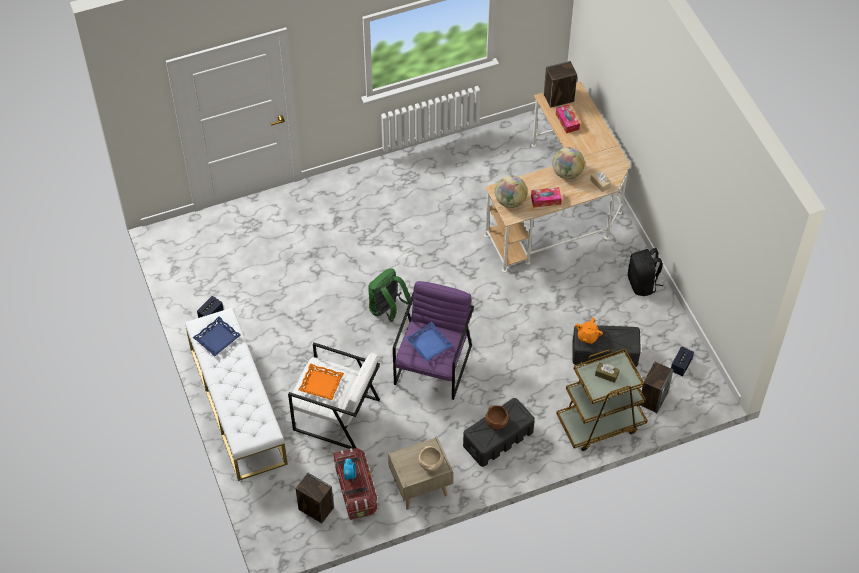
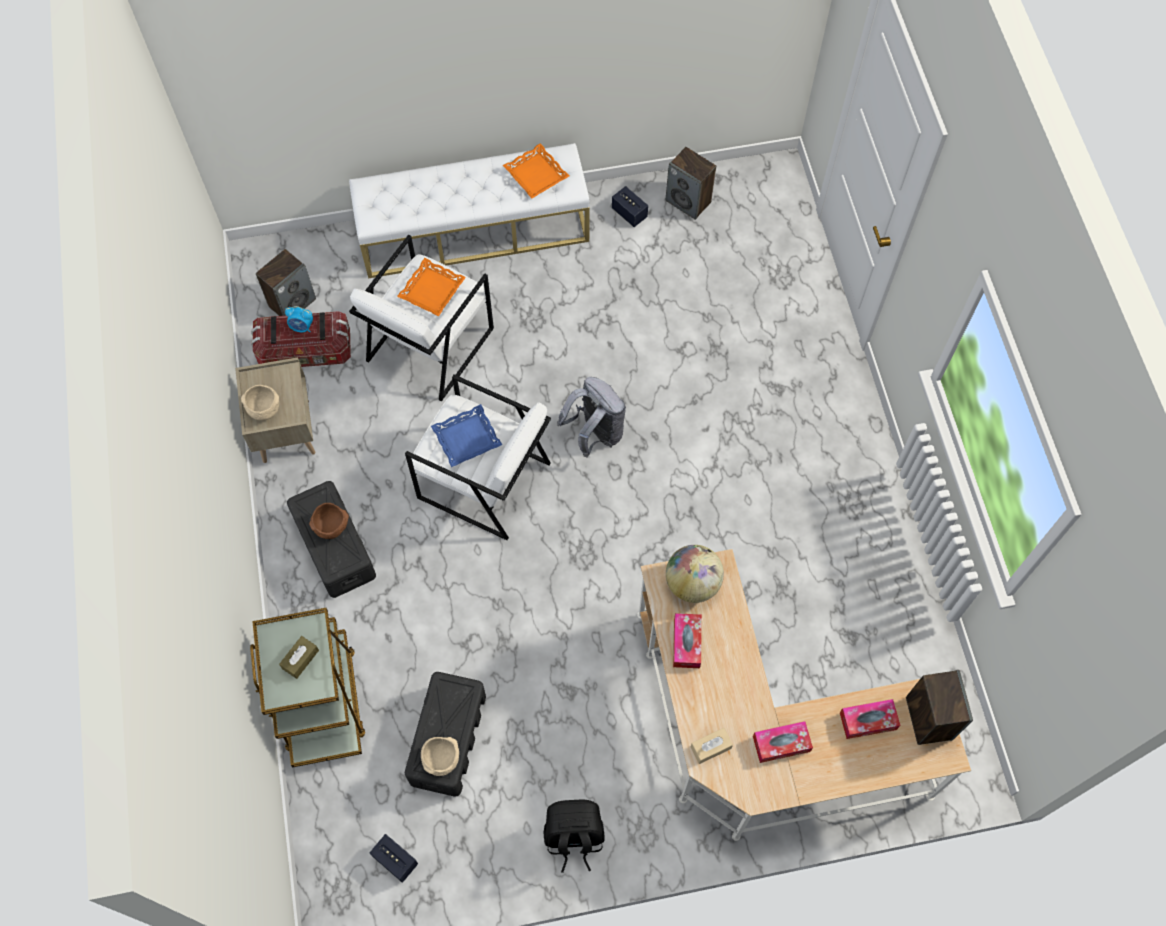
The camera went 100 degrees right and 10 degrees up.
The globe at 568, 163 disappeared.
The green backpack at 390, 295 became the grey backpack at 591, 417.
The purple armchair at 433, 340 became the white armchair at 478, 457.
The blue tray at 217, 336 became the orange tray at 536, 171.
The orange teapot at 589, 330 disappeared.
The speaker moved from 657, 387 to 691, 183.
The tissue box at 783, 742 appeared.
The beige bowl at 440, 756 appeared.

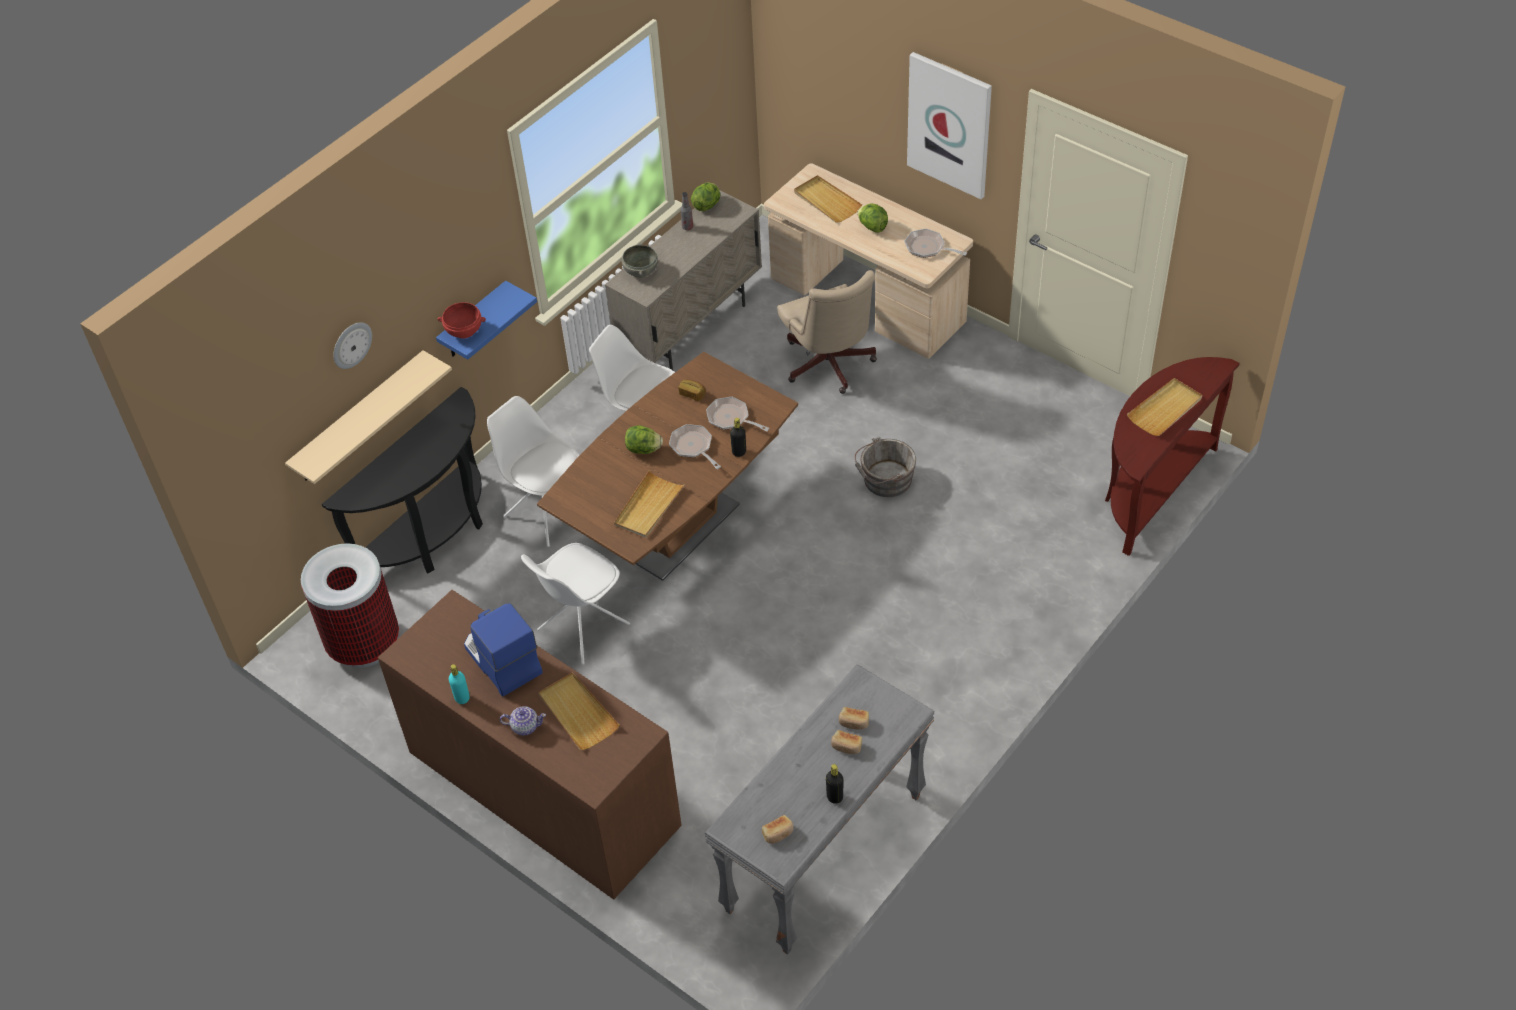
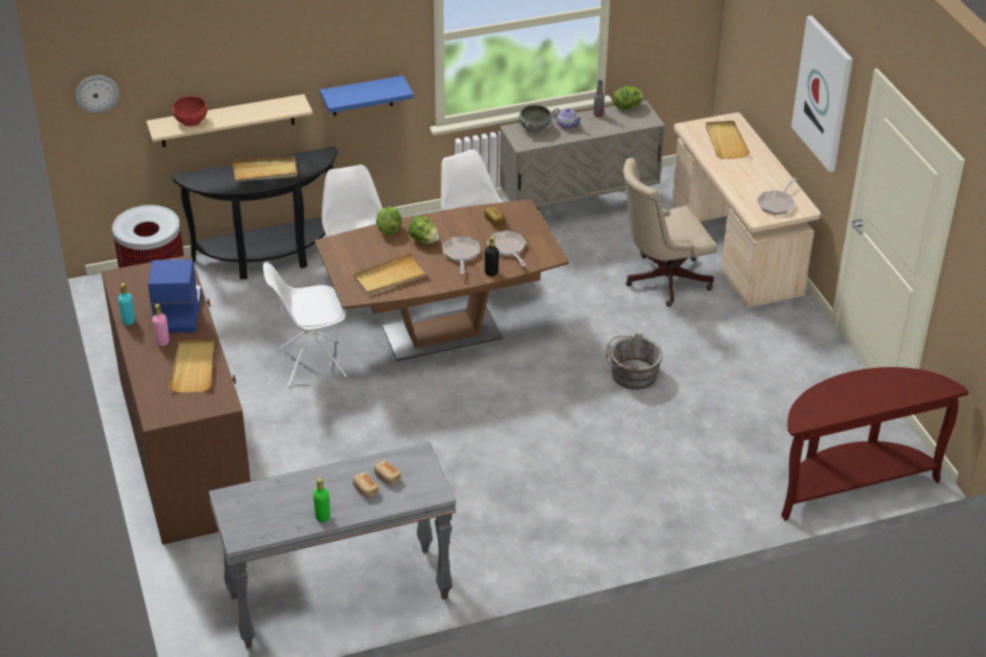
The camera went 30 degrees right and 10 degrees down.
The lettuce moved from 872, 218 to 389, 221.
The frying pan at 935, 243 turned 120 degrees counterclockwise.
The beige office chair at 827, 332 turned 60 degrees clockwise.
The red bowl moved from 462, 320 to 189, 111.
The wall clock moved from 352, 345 to 97, 94.
The beige tray moved from 1164, 407 to 265, 168.
The teapot moved from 523, 721 to 567, 118.
The black bottle at 835, 784 became the green bottle at 321, 500.
The bread at 777, 829 disappeared.
The pink bottle at 160, 325 appeared.

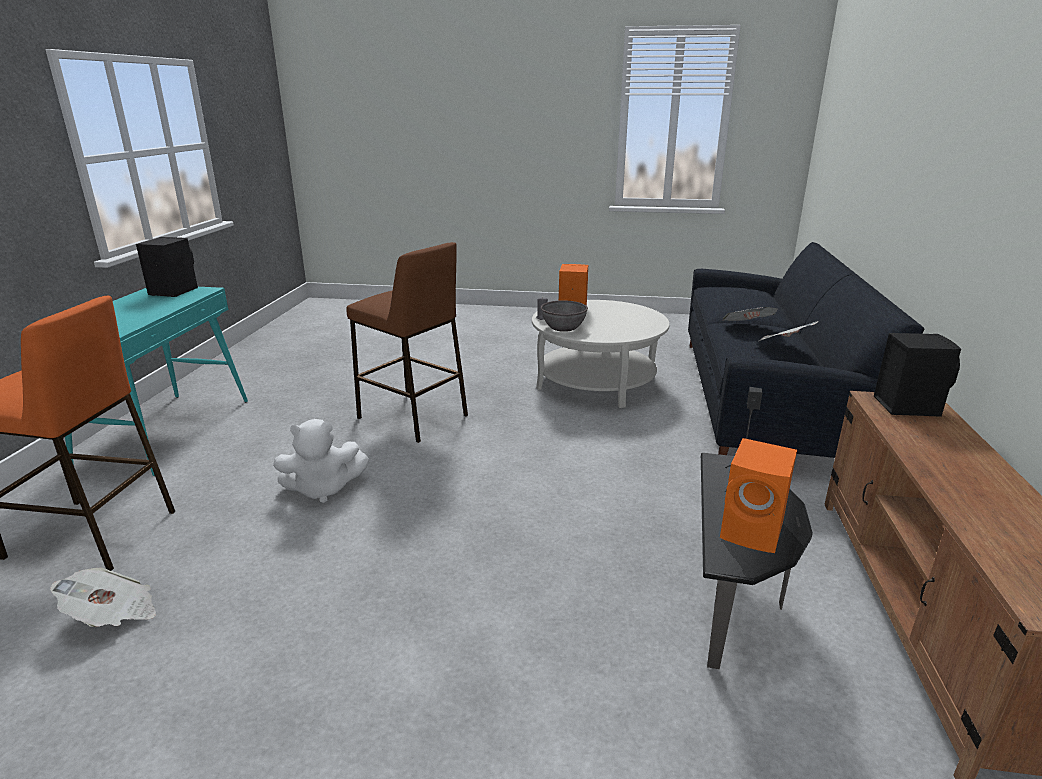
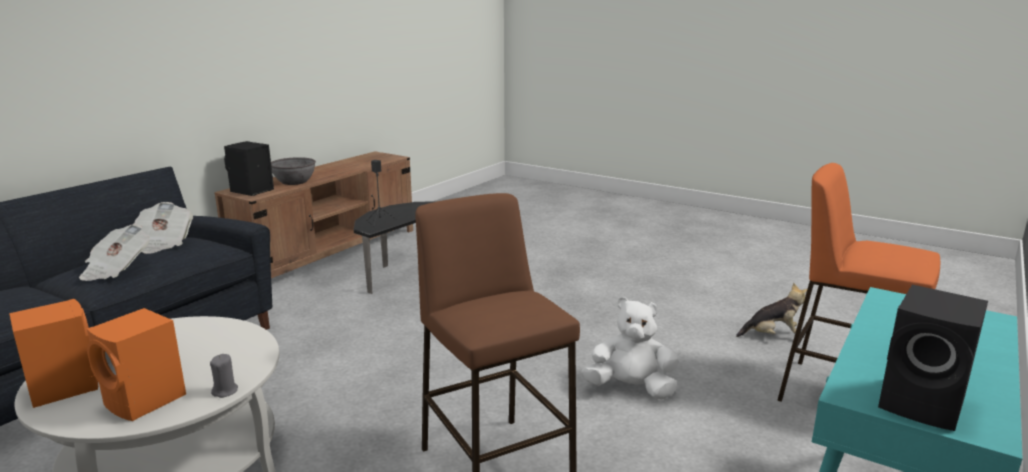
The camera went 155 degrees left and 5 degrees down.
The grey bowl moved from 564, 316 to 293, 171.
The orange speaker moved from 758, 495 to 53, 353.
The newspaper at 103, 597 was replaced by the plush toy at 771, 310.

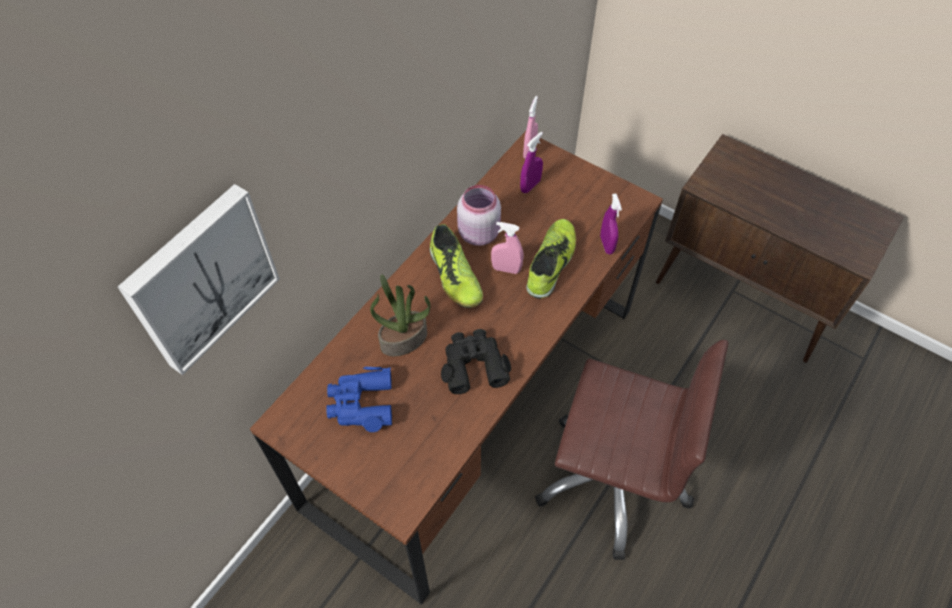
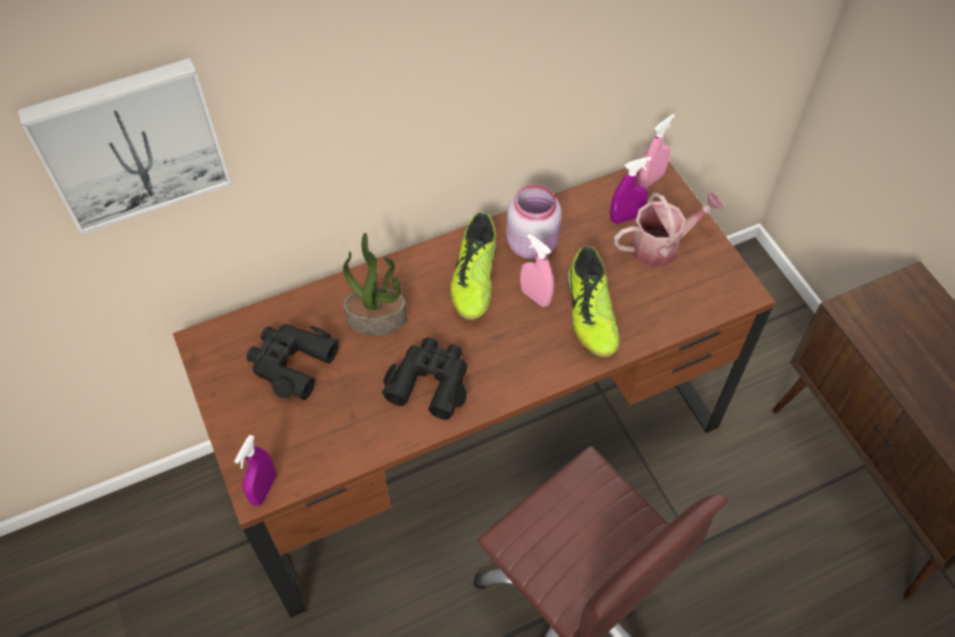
The camera went 30 degrees right and 0 degrees up.
The purple spray bottle moved from 611, 224 to 255, 470.
The shoe at 551, 259 turned 120 degrees clockwise.
The blue binoculars at 359, 399 became the black binoculars at 292, 362.
The watering can at 669, 229 appeared.

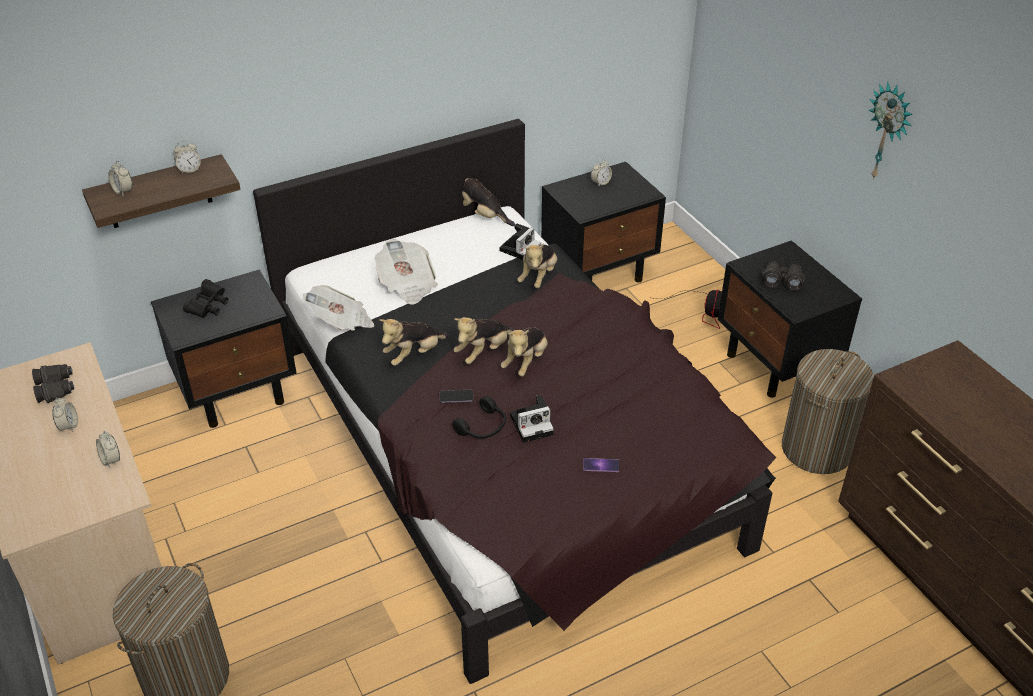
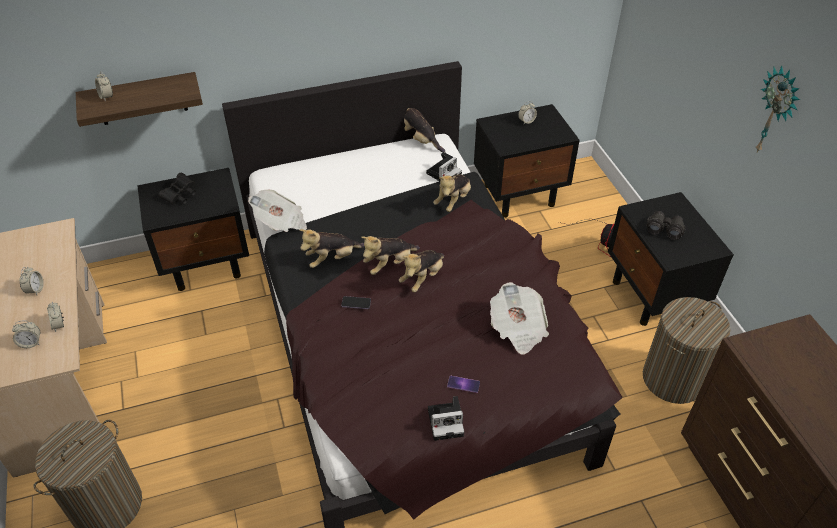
The camera went 10 degrees right and 5 degrees up.
The alarm clock moved from 187, 157 to 26, 334.
The newspaper moved from 406, 272 to 519, 318.
The black binoculars at 53, 383 disappeared.
The photo camera moved from 532, 419 to 446, 418.
The black headphones at 479, 417 disappeared.

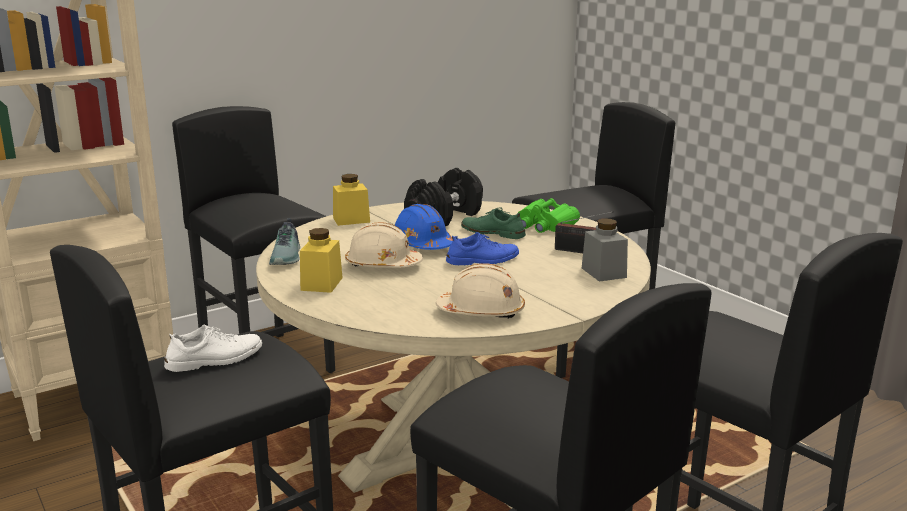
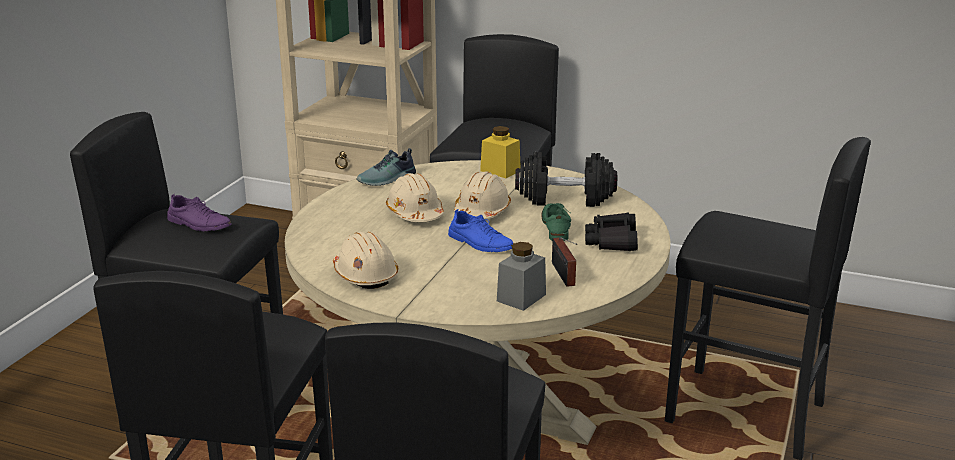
The camera went 55 degrees right and 5 degrees up.
The green binoculars at 549, 215 became the black binoculars at 611, 232.
The blue hard hat at 424, 227 became the beige hard hat at 482, 195.
The yellow jar at 321, 260 disappeared.
The white shoe at 213, 348 became the purple shoe at 199, 212.

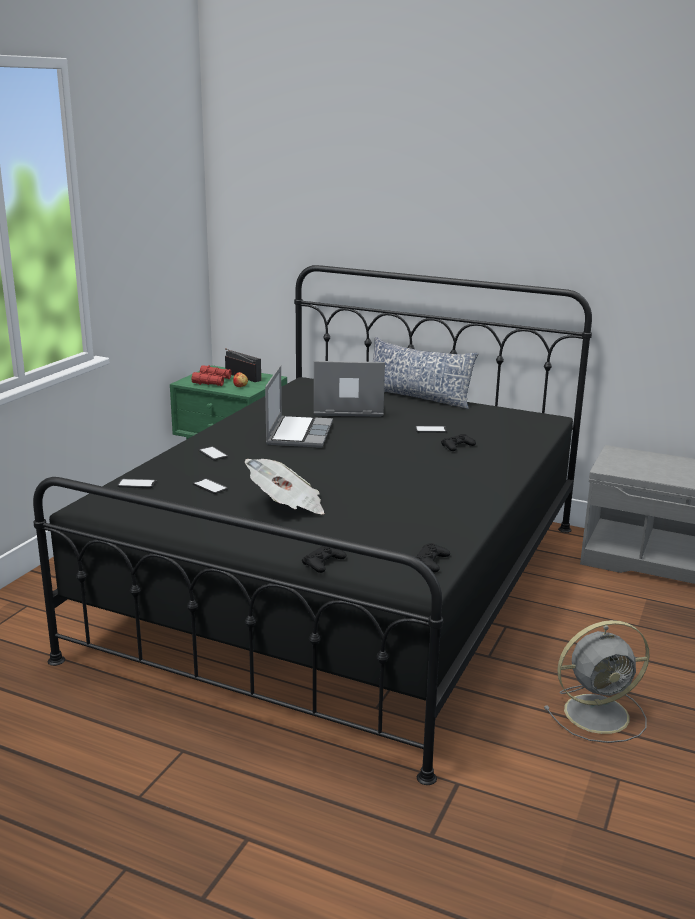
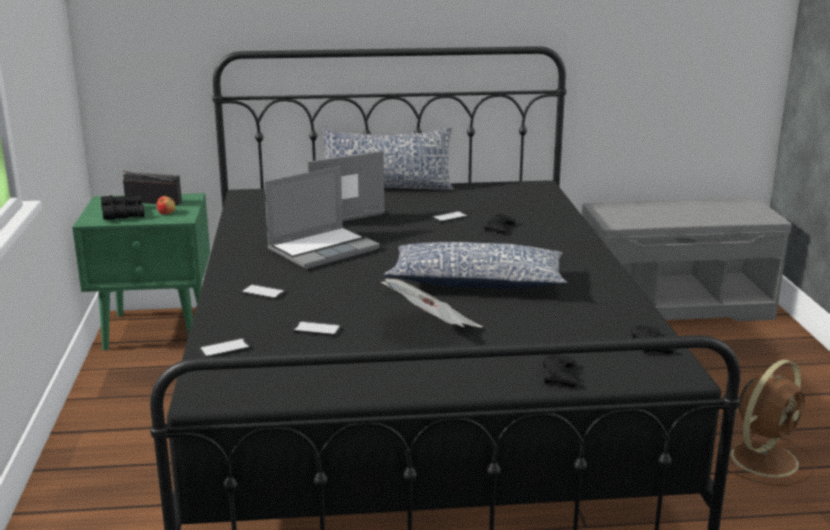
The camera went 30 degrees left and 0 degrees up.
The red binoculars at 211, 375 became the black binoculars at 122, 207.
The laptop at 299, 406 turned 75 degrees clockwise.
The grey fan at 597, 681 became the brown fan at 772, 423.
The pillow at 475, 265 appeared.

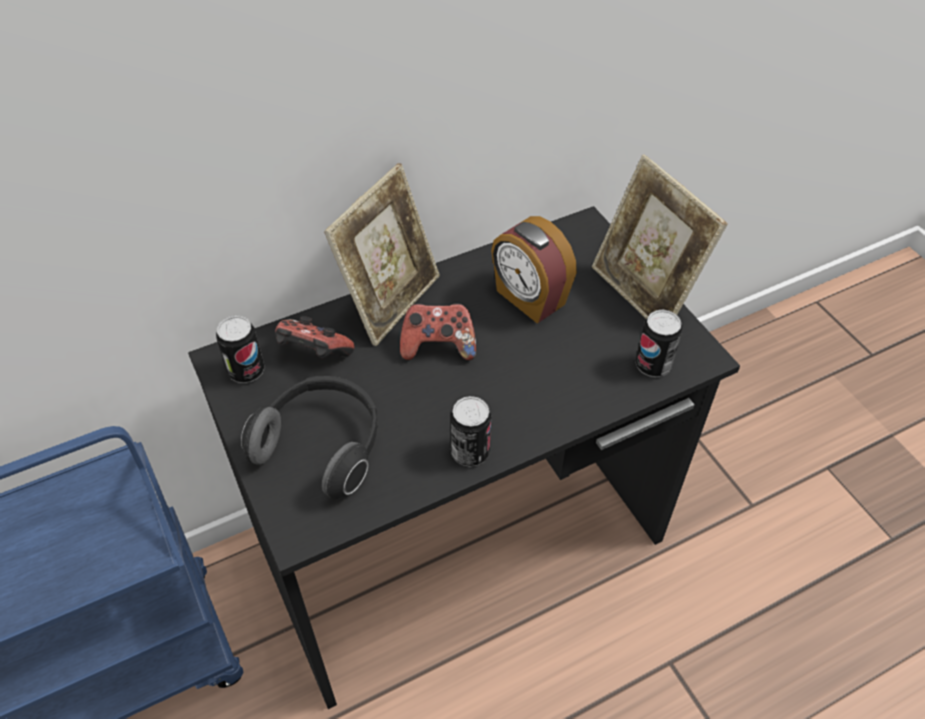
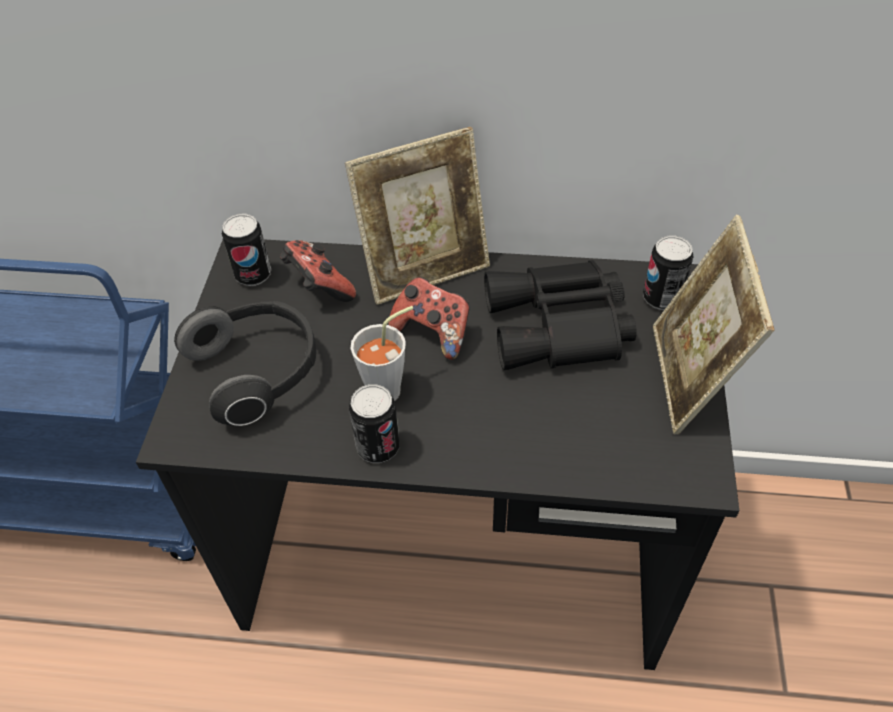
The camera went 35 degrees right and 0 degrees up.
The alarm clock at 534, 270 was replaced by the black binoculars at 560, 315.
The can moved from 658, 343 to 668, 273.
The grey cup at 381, 353 appeared.

